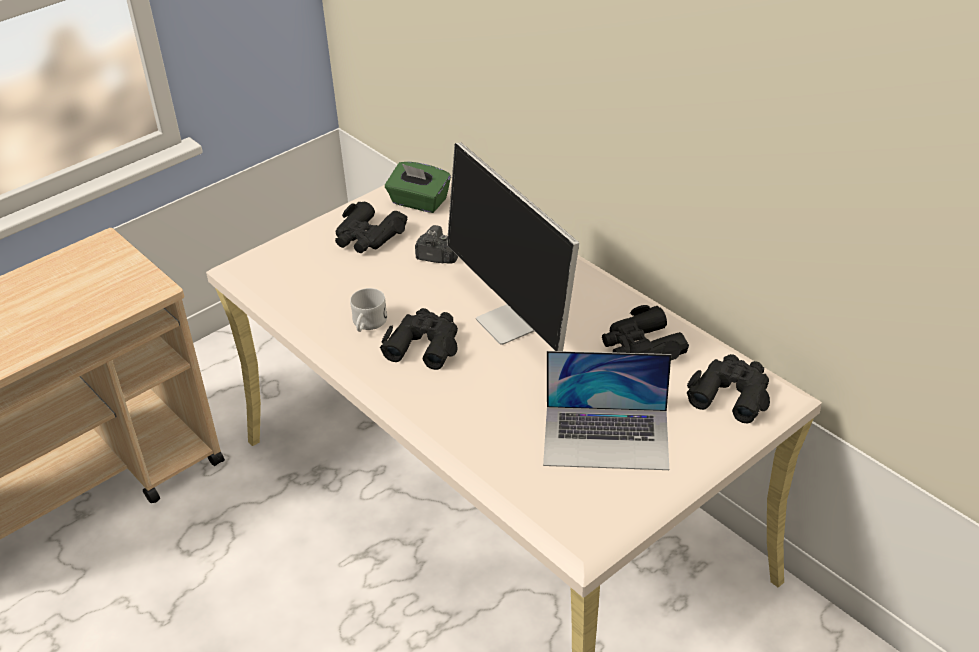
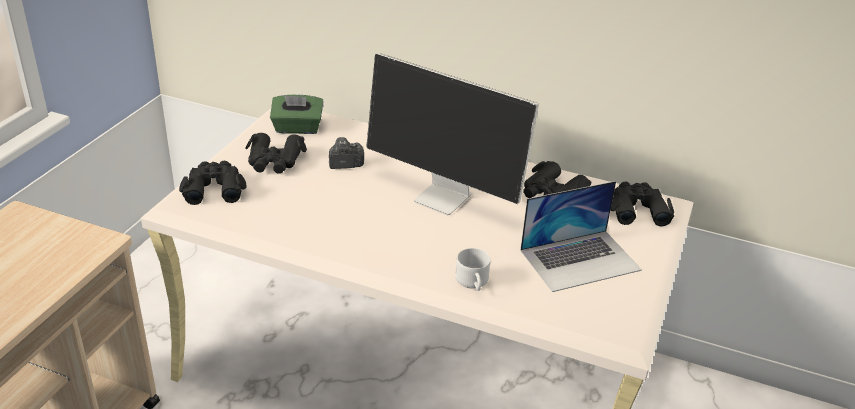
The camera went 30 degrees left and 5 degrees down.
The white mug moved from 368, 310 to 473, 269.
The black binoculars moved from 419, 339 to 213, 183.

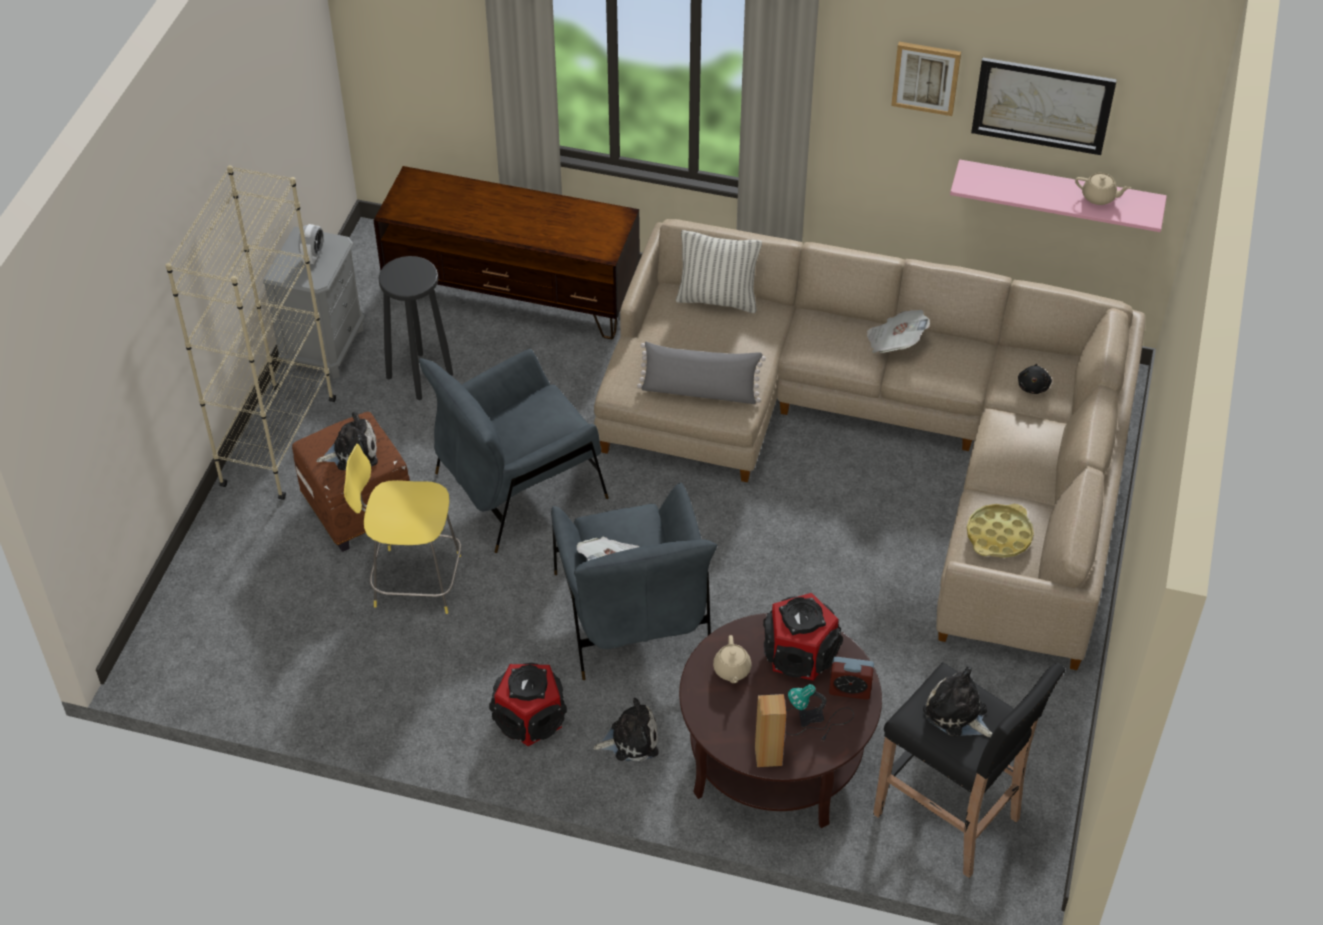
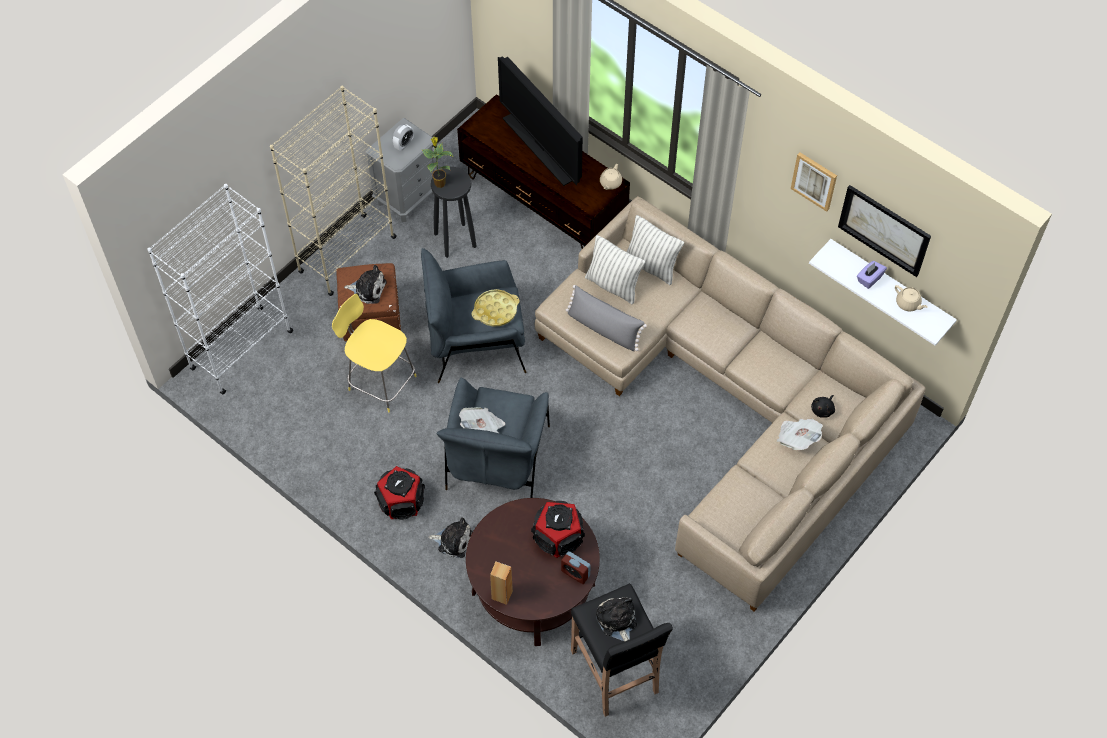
The camera went 25 degrees right and 10 degrees up.
The pink shelf at 1058, 195 became the white shelf at 883, 292.
The newspaper moved from 898, 331 to 800, 434.
The yellow tray moved from 1000, 531 to 496, 308.
The beige teapot moved from 732, 659 to 611, 177.
The table lamp at 819, 712 disappeared.
The television at 540, 121 appeared.
The potted plant at 438, 162 appeared.
The white bookcase at 220, 289 appeared.
The pillow at 615, 269 appeared.
The purple tissue box at 872, 275 appeared.

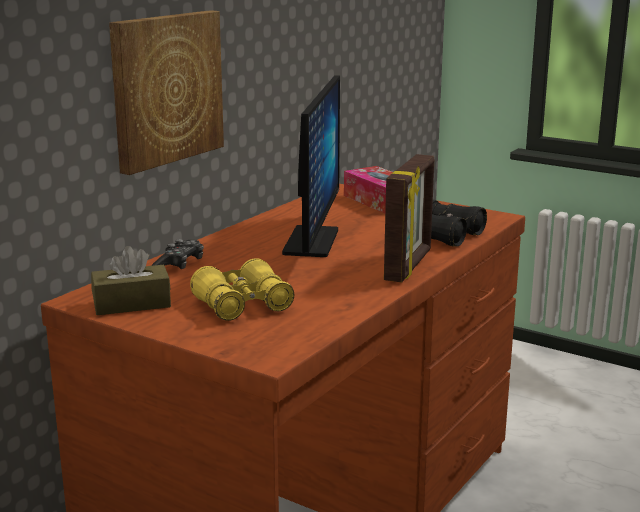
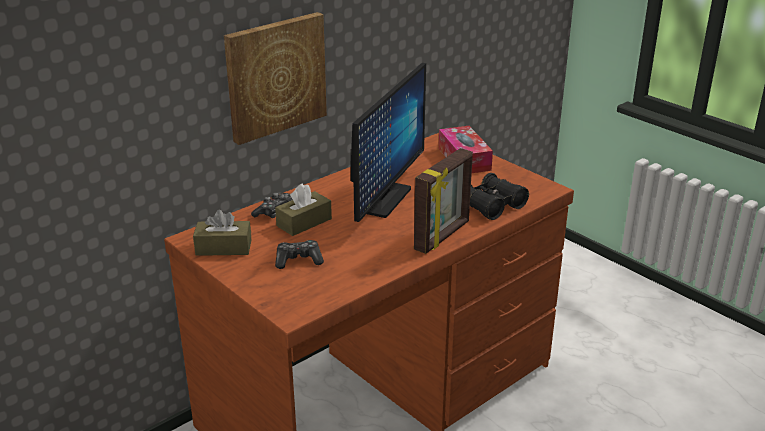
The camera went 15 degrees right and 10 degrees up.
The yellow binoculars at 242, 289 was replaced by the game controller at 299, 254.
The brown tissue box at 303, 210 appeared.

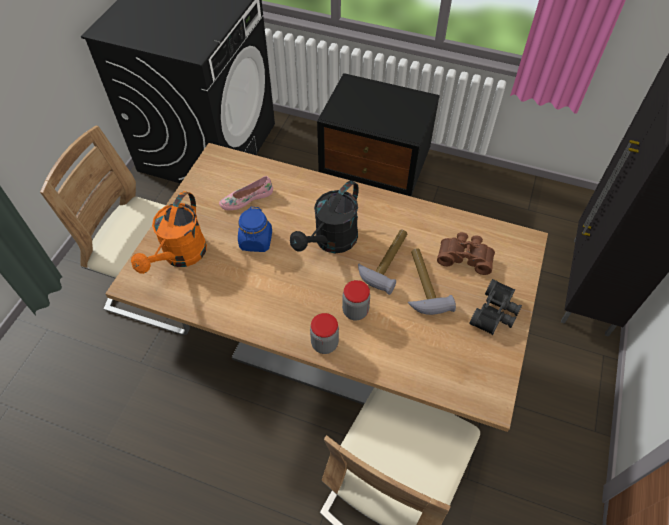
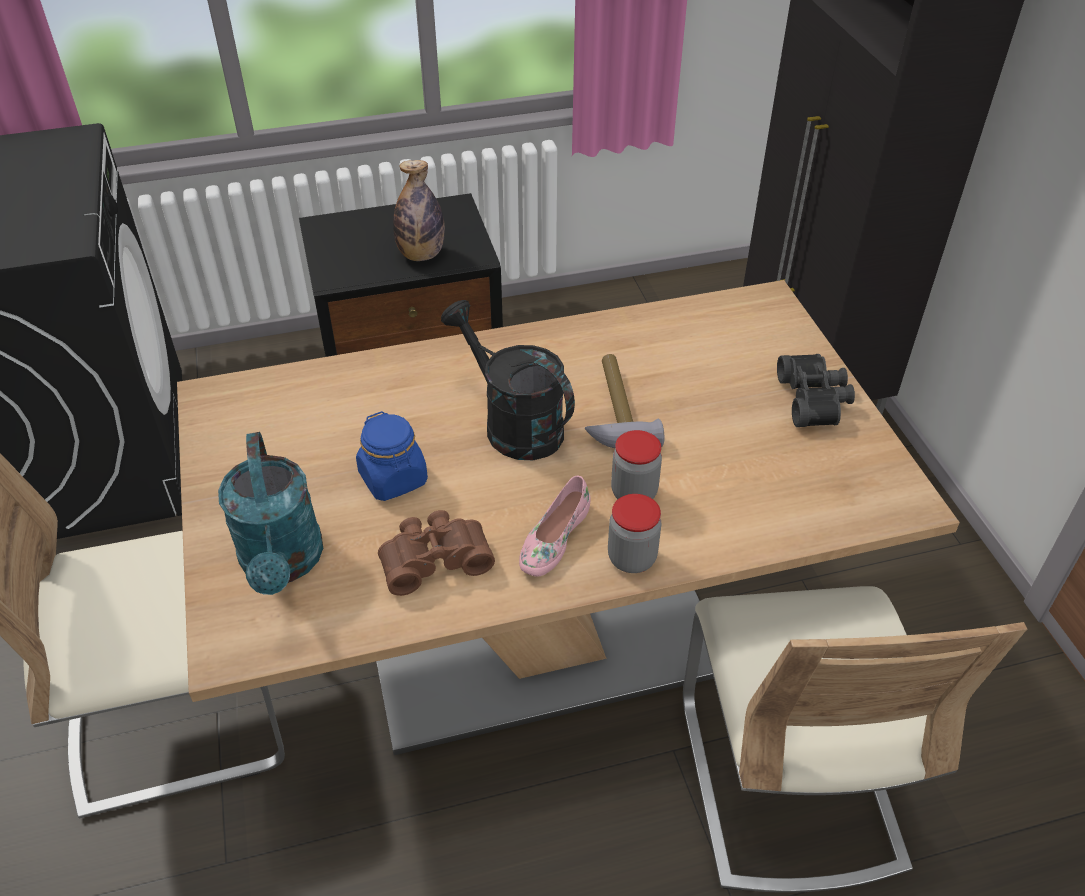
The camera went 35 degrees left and 10 degrees down.
The pink shoe moved from 246, 193 to 555, 526.
The black watering can at 324, 217 turned 135 degrees clockwise.
The orange watering can at 169, 232 became the turquoise watering can at 270, 513.
The brown binoculars moved from 466, 253 to 436, 553.
The hammer at 432, 281 disappeared.
The bottle at 419, 210 appeared.

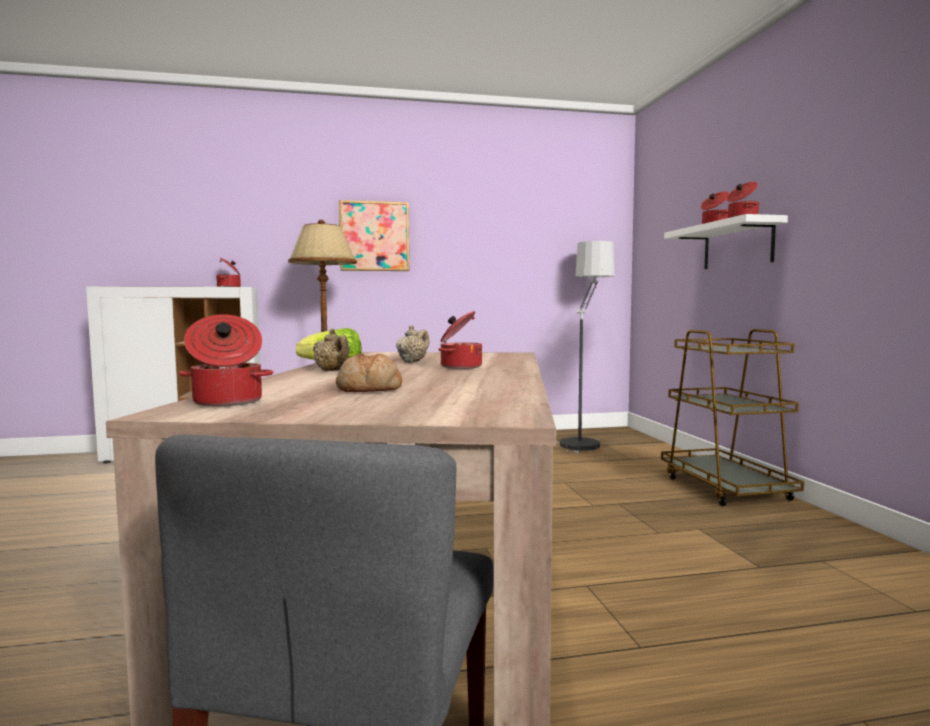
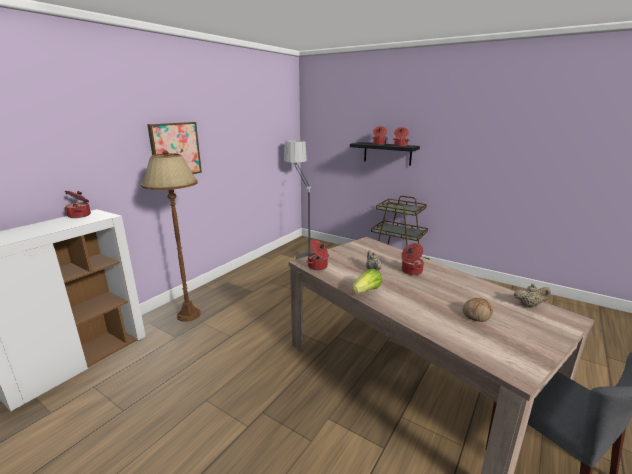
The camera went 45 degrees left and 15 degrees up.
The white shelf at 726, 241 became the black shelf at 385, 154.
The cooking pot moved from 226, 360 to 317, 255.
The beige teapot moved from 331, 350 to 532, 295.

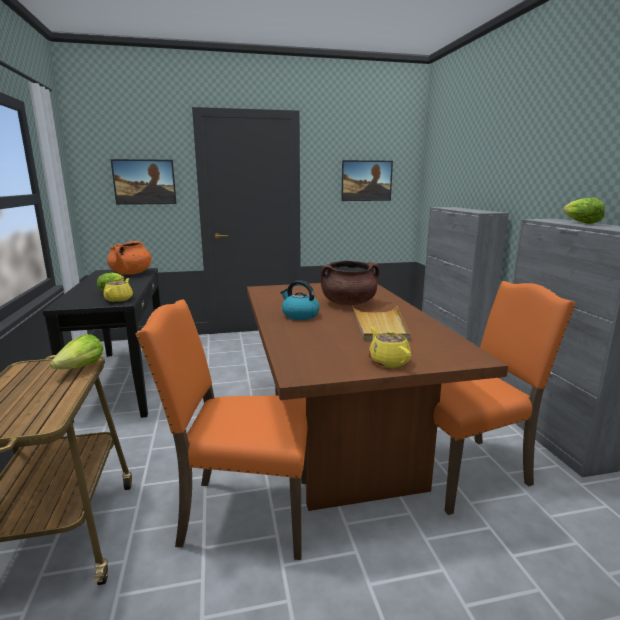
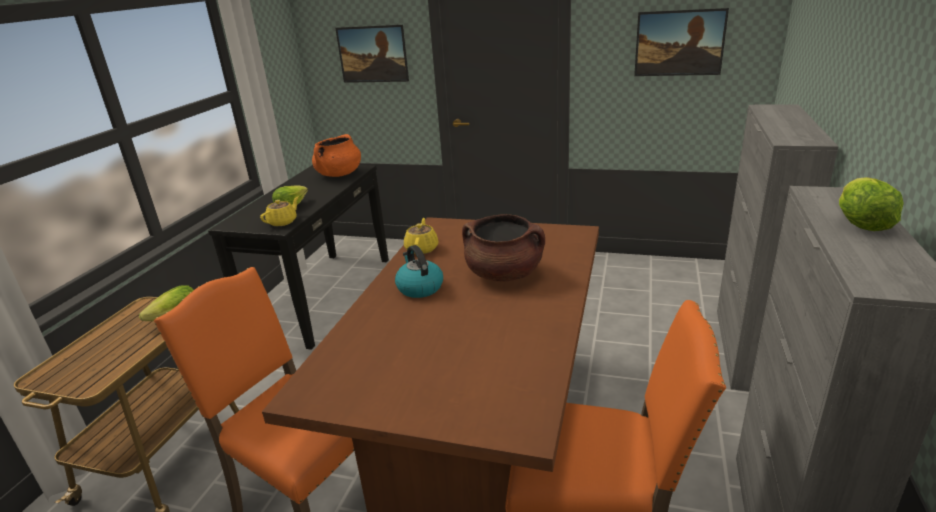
The camera went 30 degrees right and 10 degrees up.
The beige tray at 381, 322 disappeared.
The yellow teapot moved from 390, 347 to 421, 236.

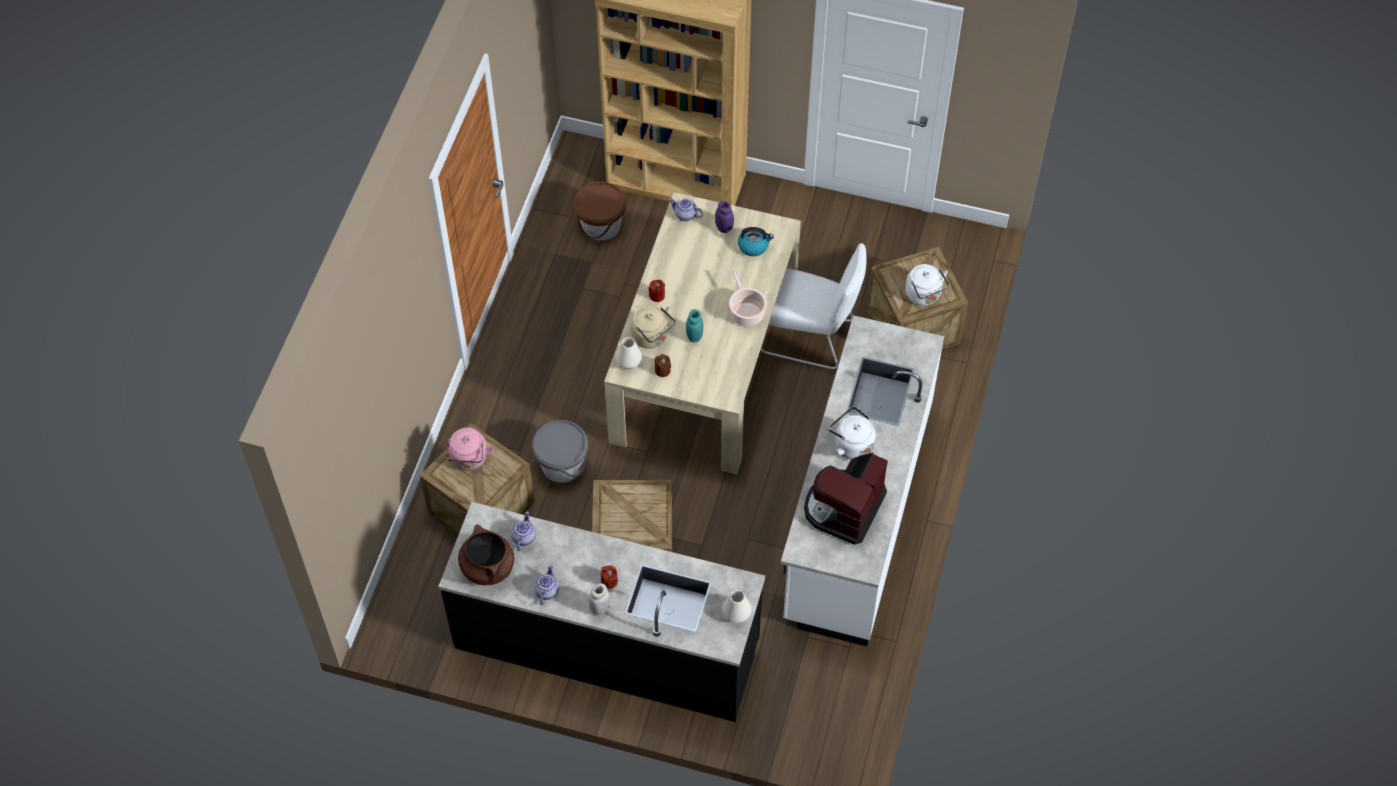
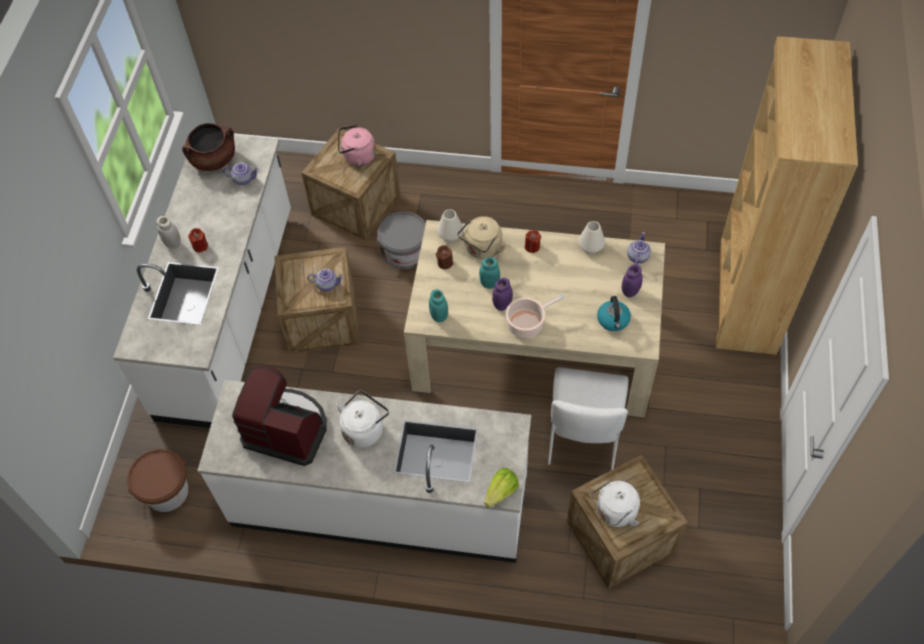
The camera went 85 degrees right and 0 degrees up.
The brown bucket moved from 600, 211 to 158, 480.
The black counter at 601, 612 became the white counter at 202, 281.
The teapot moved from 546, 585 to 325, 280.
The white vase moved from 737, 606 to 591, 237.
The purple jar at 502, 294 appeared.
The turquoise jar at 438, 305 appeared.
The lettuce at 501, 488 appeared.

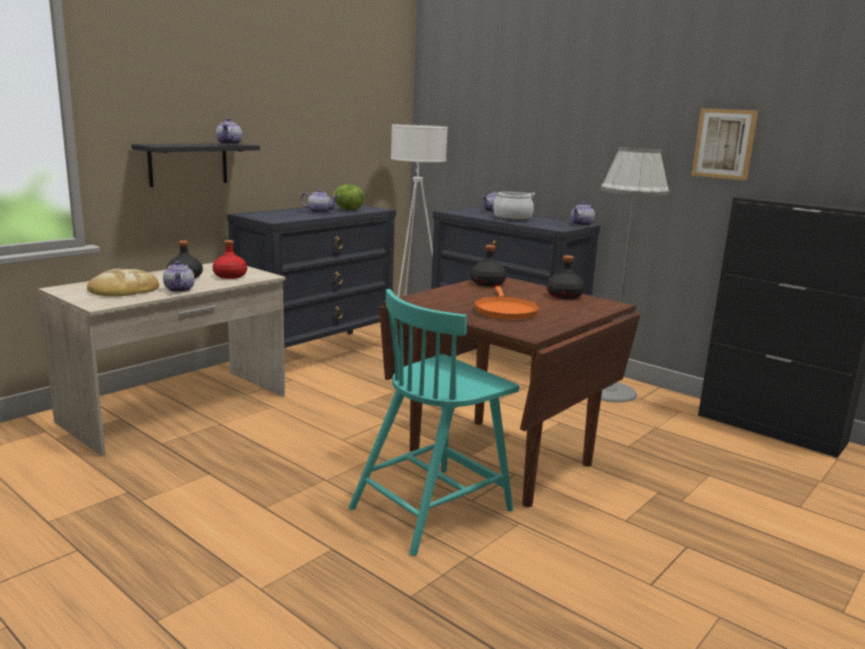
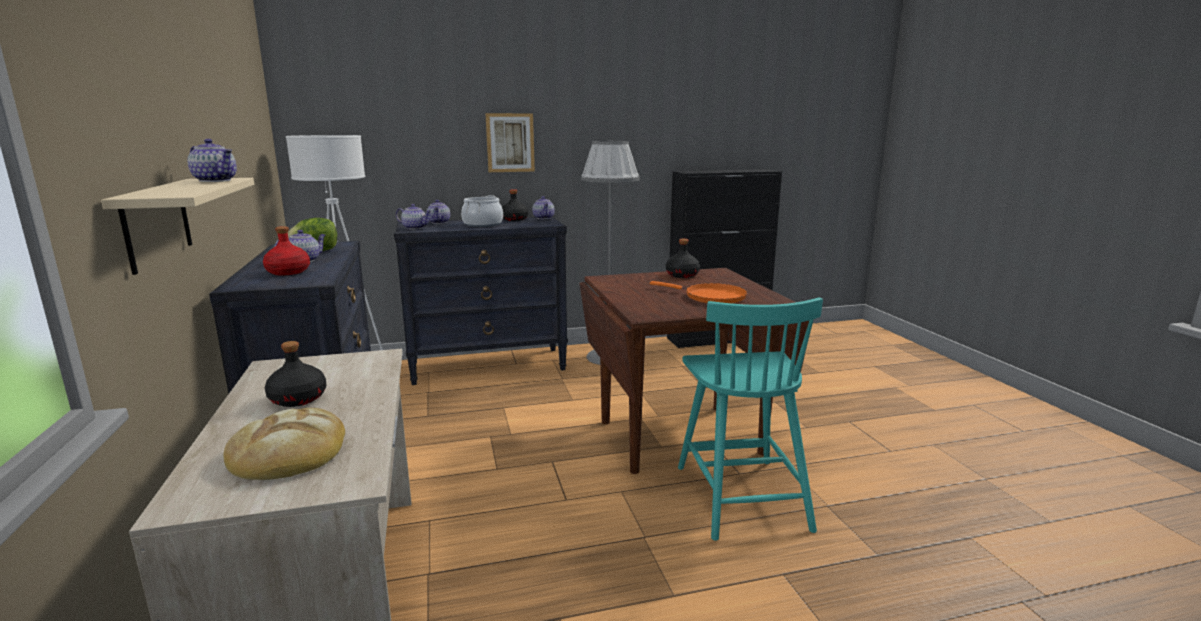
The camera went 55 degrees left and 0 degrees up.
The picture moved from 725, 144 to 510, 142.
The black shelf at 195, 165 became the beige shelf at 177, 226.
The red bottle moved from 230, 259 to 286, 250.
The black bottle moved from 489, 266 to 515, 205.
The teapot moved from 179, 276 to 414, 217.

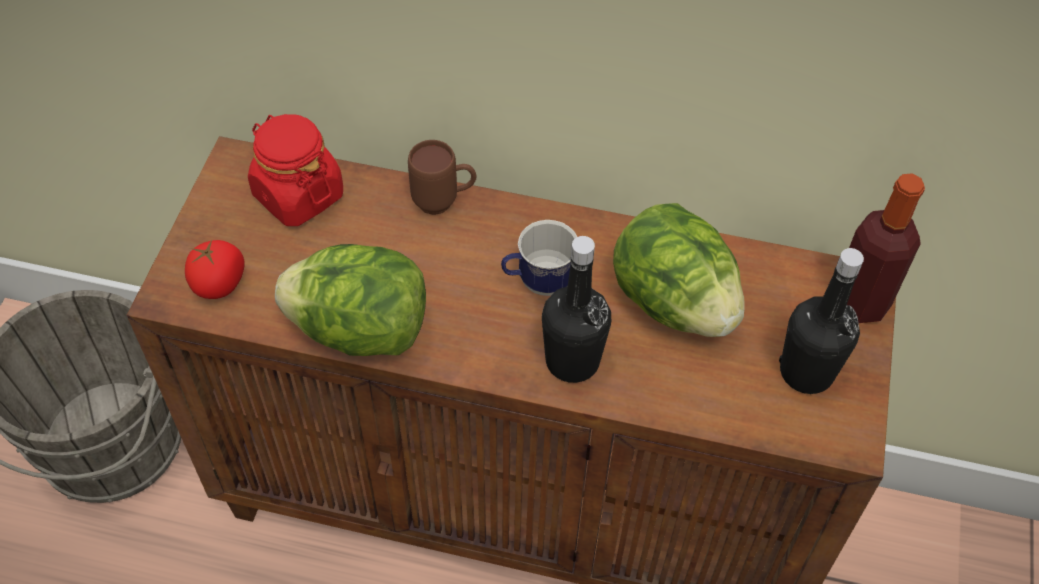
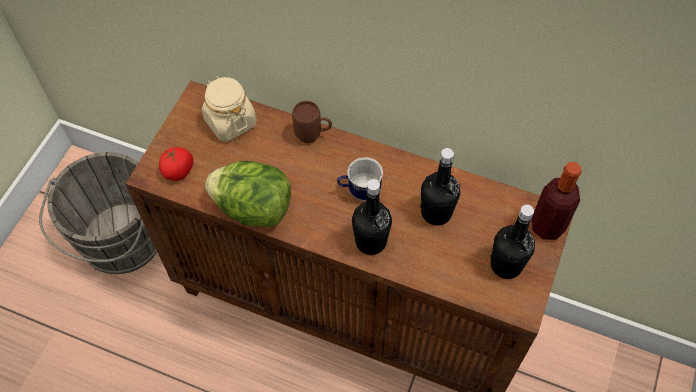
The camera went 10 degrees right and 5 degrees up.
The red jar at 295, 170 became the beige jar at 229, 109.
The lettuce at 679, 270 was replaced by the black bottle at 440, 187.

